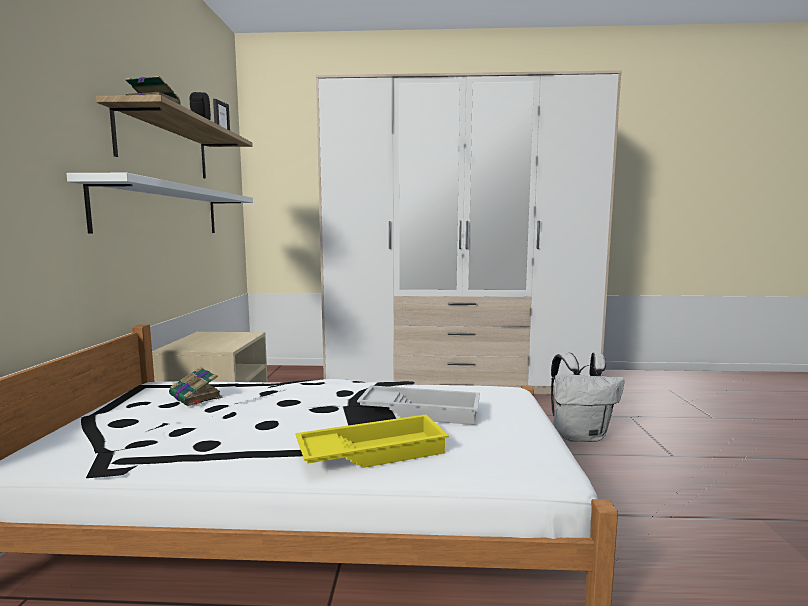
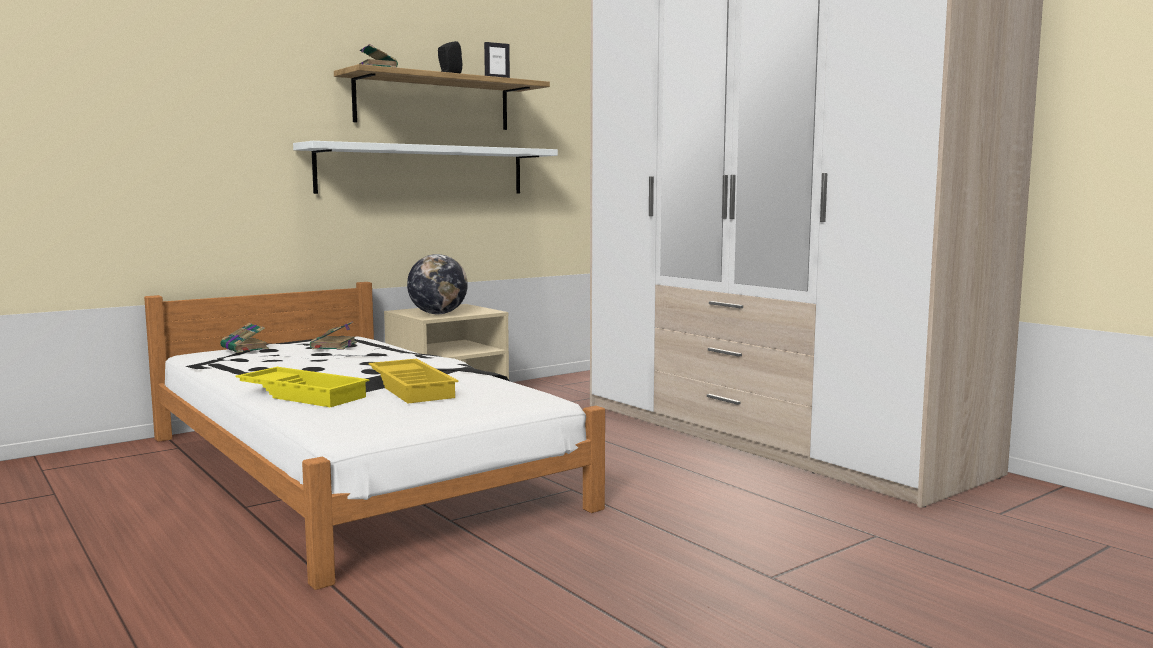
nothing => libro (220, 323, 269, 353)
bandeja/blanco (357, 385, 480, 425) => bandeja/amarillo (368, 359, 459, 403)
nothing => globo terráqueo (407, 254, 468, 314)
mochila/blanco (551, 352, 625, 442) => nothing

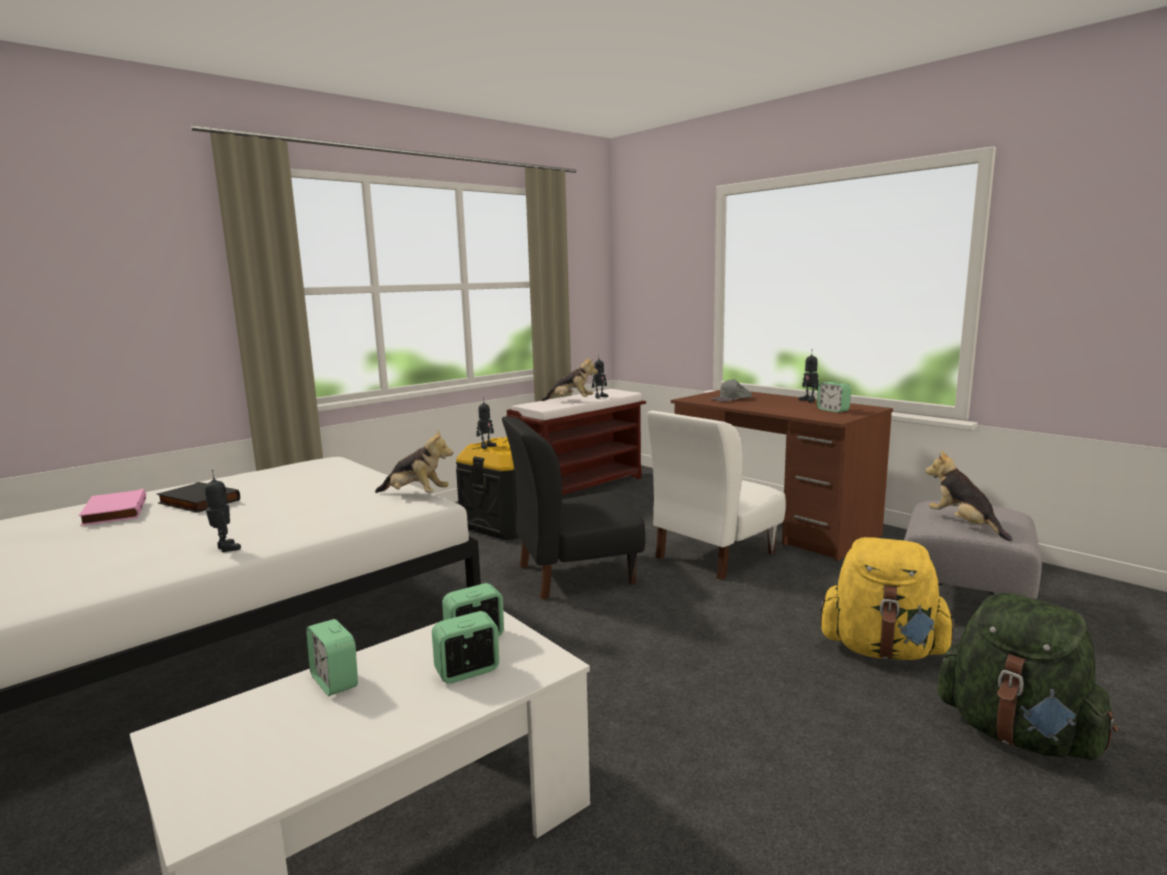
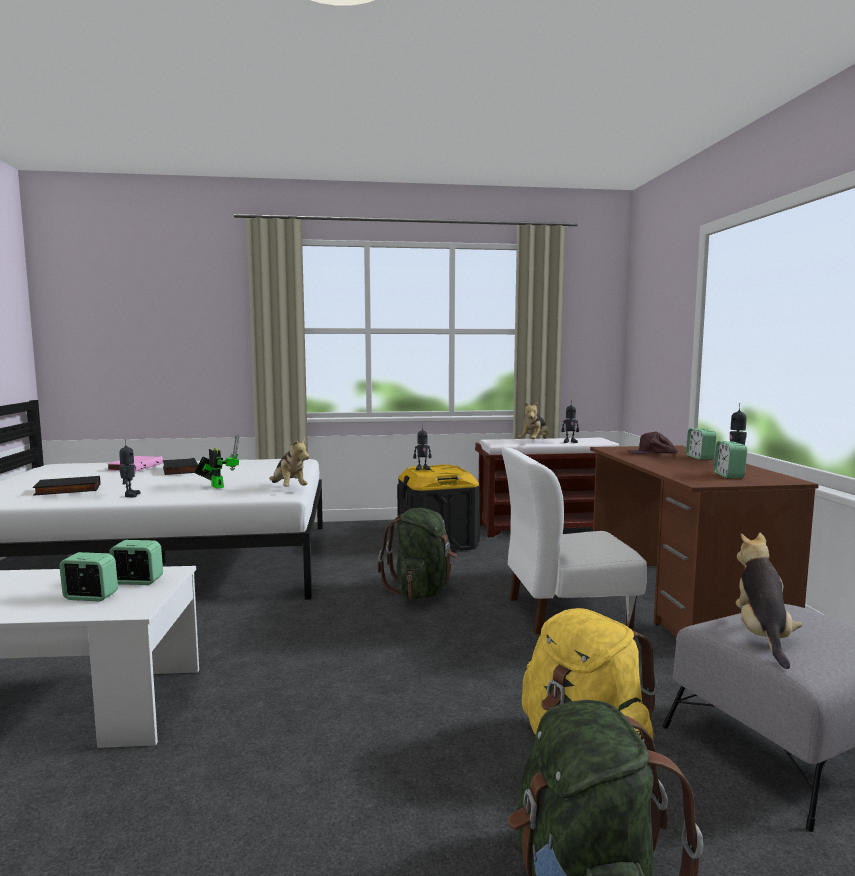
nothing => libro/negro (33, 476, 100, 496)
nothing => robot de juguete (194, 434, 239, 489)
silla/negro (502, 416, 645, 599) => mochila/verde (377, 508, 457, 599)
peluche (541, 357, 598, 401) => peluche (519, 402, 549, 439), 75 degrees clockwise
gorra/gris (711, 379, 752, 402) => gorra/marrón (627, 431, 678, 454)
despertador (306, 619, 358, 696) => despertador (686, 428, 717, 460), shifted

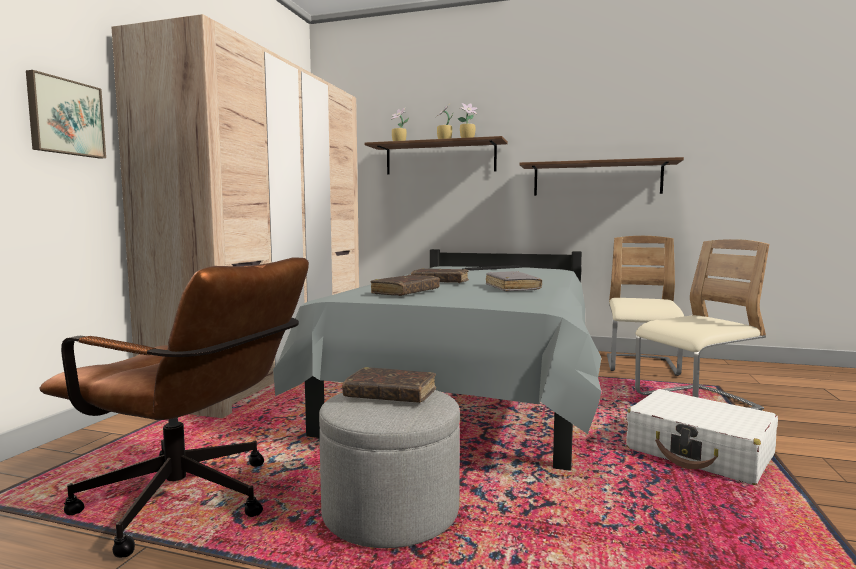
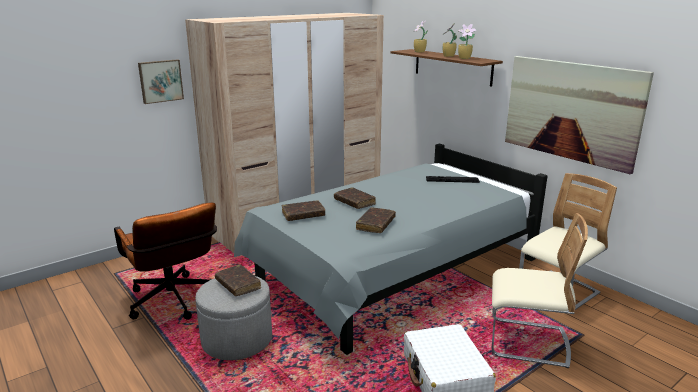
libro/gris (486, 271, 542, 292) => libro/marrón (356, 207, 396, 233)
estante (520, 157, 684, 196) => cuadro (505, 56, 654, 174)

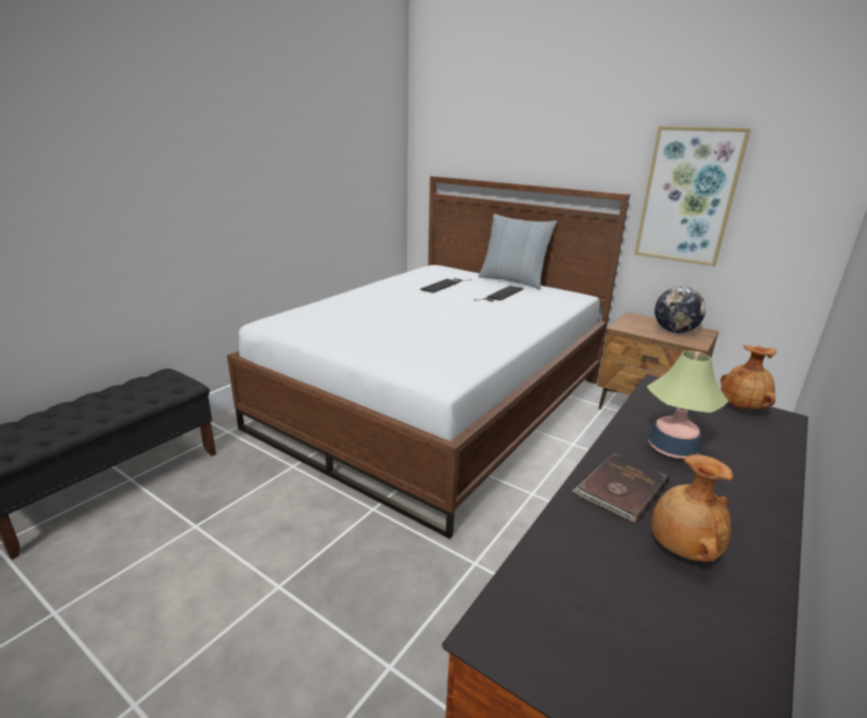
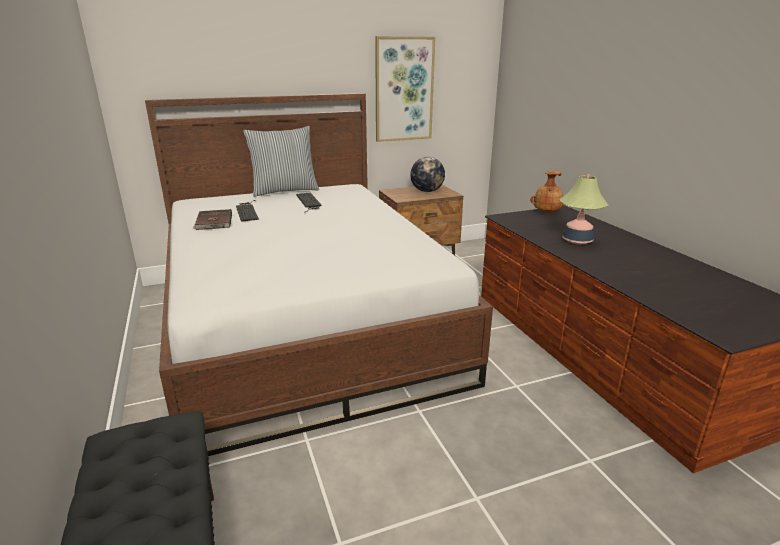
libro/marrón (572, 453, 669, 525) => libro/marrón (193, 209, 232, 230), shifted
florero/marrón (651, 454, 733, 562) => nothing

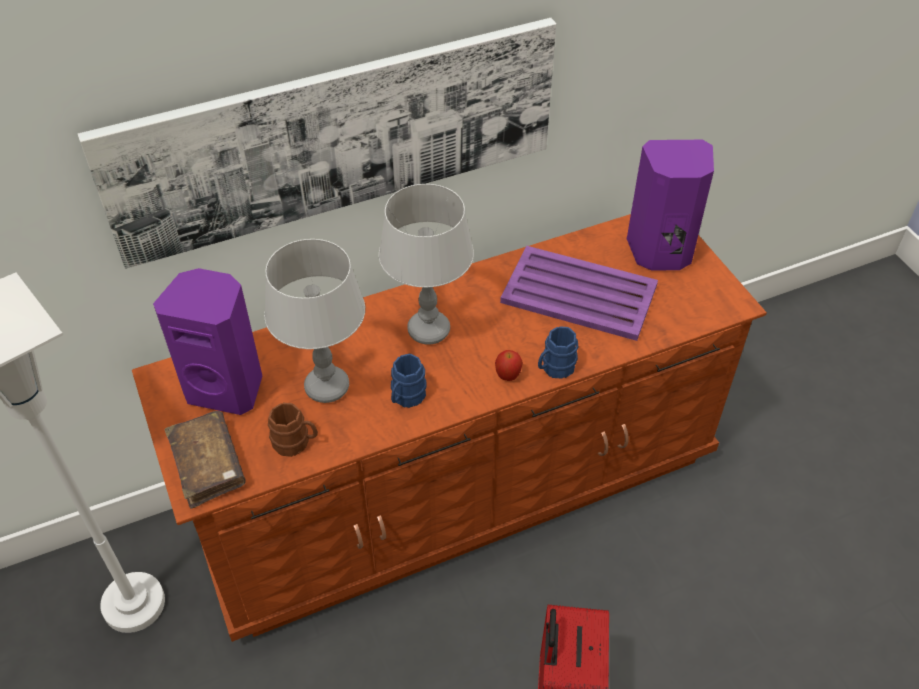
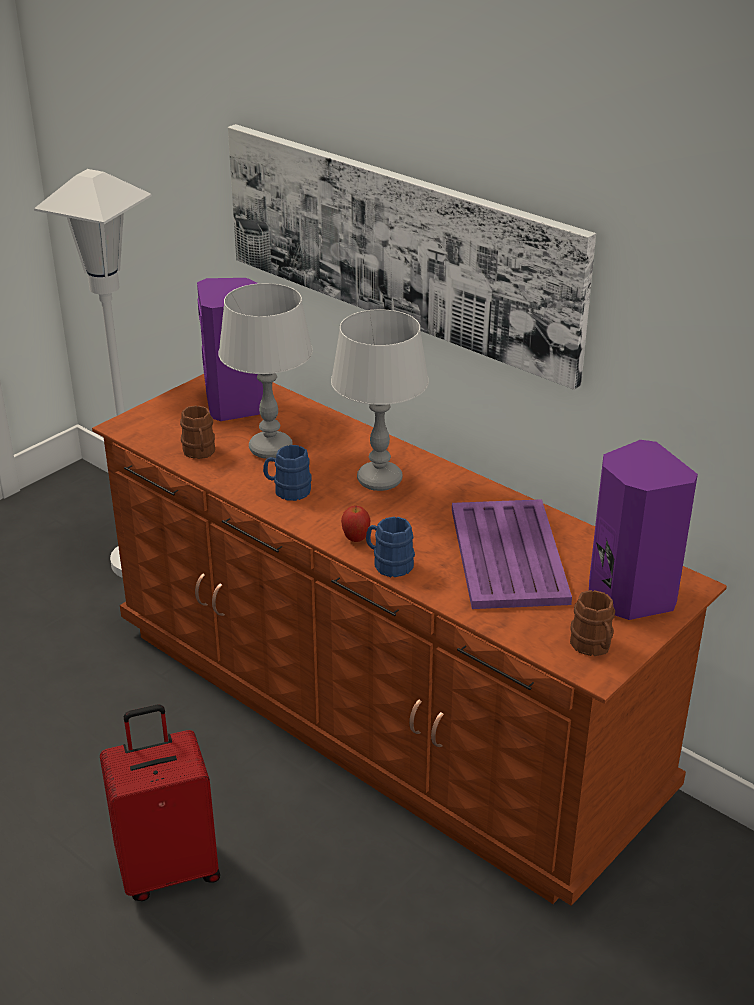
nothing => taza grande/marrón (570, 590, 615, 656)
libro/marrón (165, 411, 246, 509) => nothing

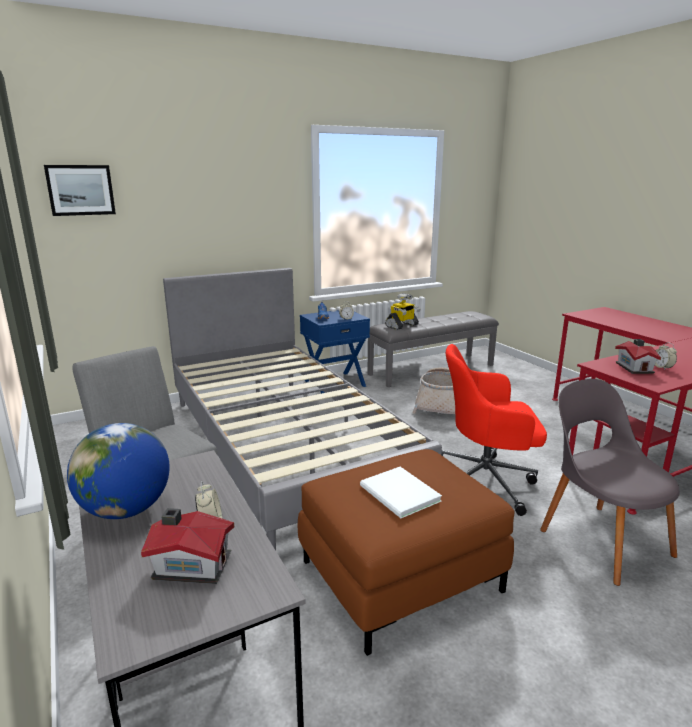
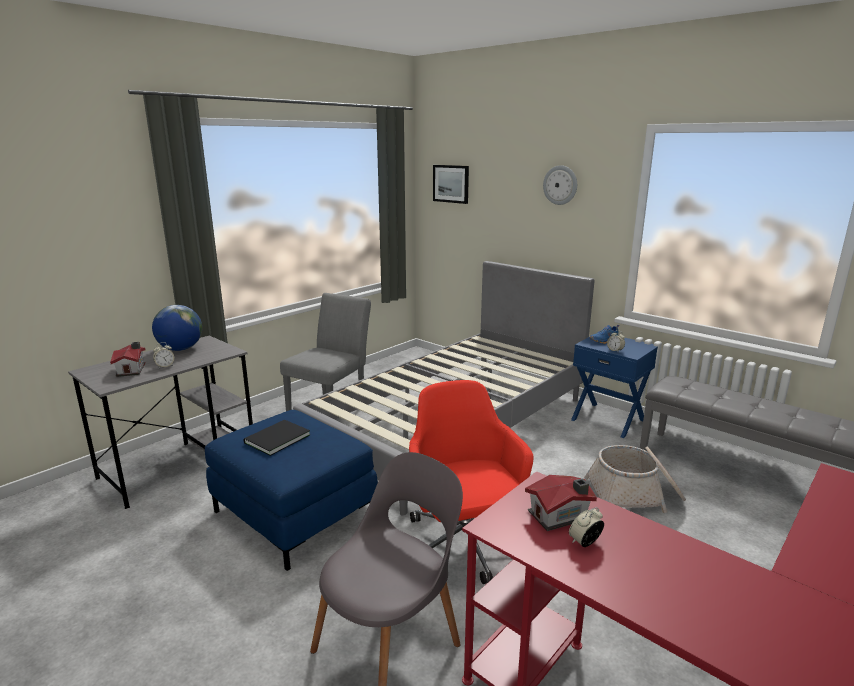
puf/marrón (298, 449, 515, 656) => puf/azul (205, 410, 378, 571)
libro/blanco (360, 467, 442, 518) => libro/negro (243, 420, 310, 456)
nothing => reloj de pared (543, 165, 577, 205)
robot de juguete (385, 293, 421, 330) => nothing

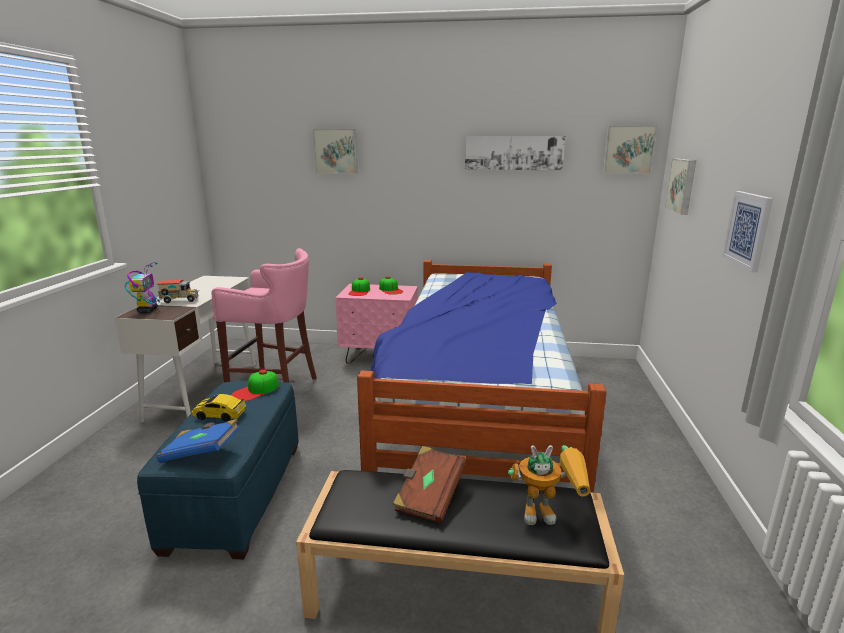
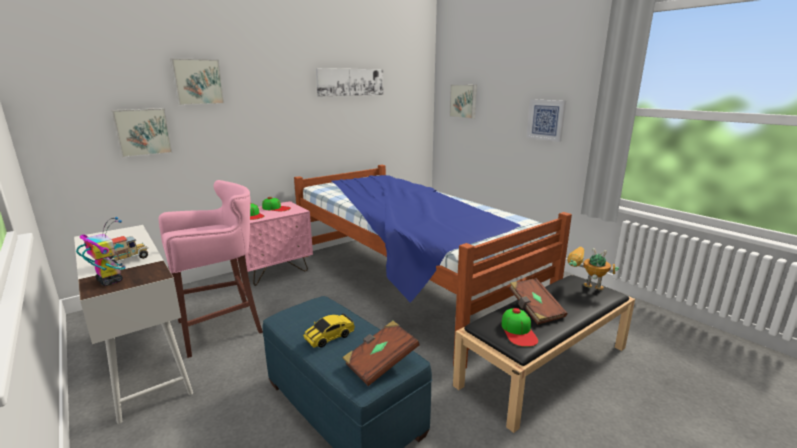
cuadro (603, 126, 657, 174) => cuadro (112, 108, 173, 157), shifted
libro/azul (156, 419, 240, 463) => libro/marrón (343, 321, 420, 386)
gorra (231, 370, 279, 401) => gorra (501, 308, 538, 347), shifted
robot de juguete (508, 445, 590, 525) => robot de juguete (567, 247, 619, 290), 105 degrees counterclockwise

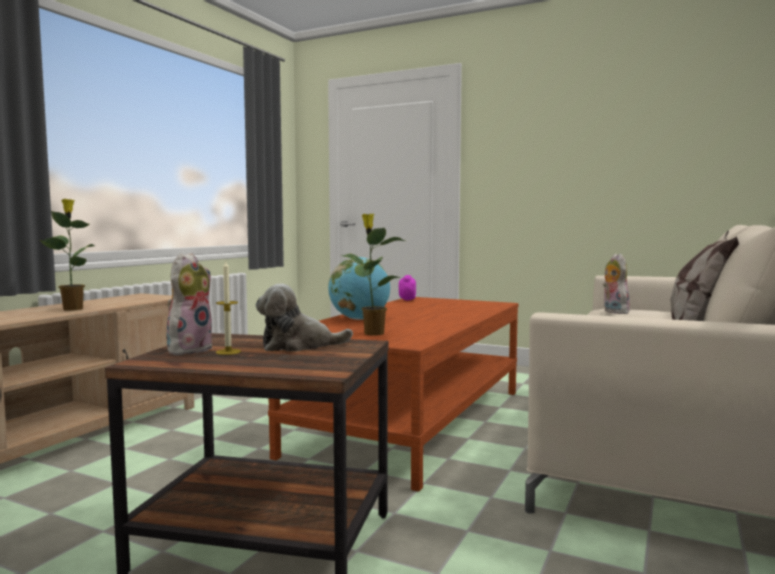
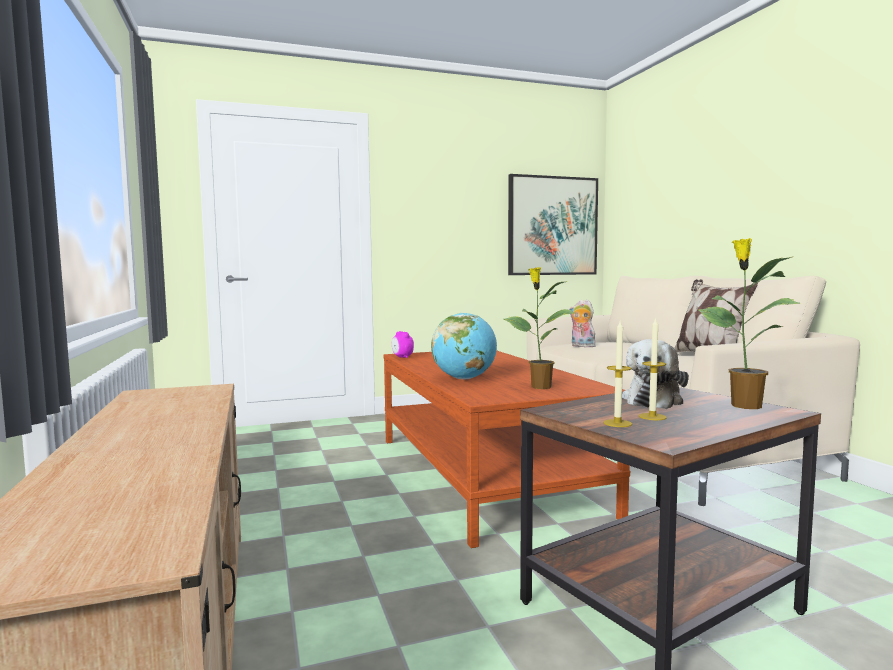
nothing => cuadro (508, 174, 598, 275)
peluche (166, 253, 213, 355) => vela (603, 321, 632, 427)
planta en maceta (40, 199, 94, 311) => planta en maceta (699, 238, 800, 409), shifted

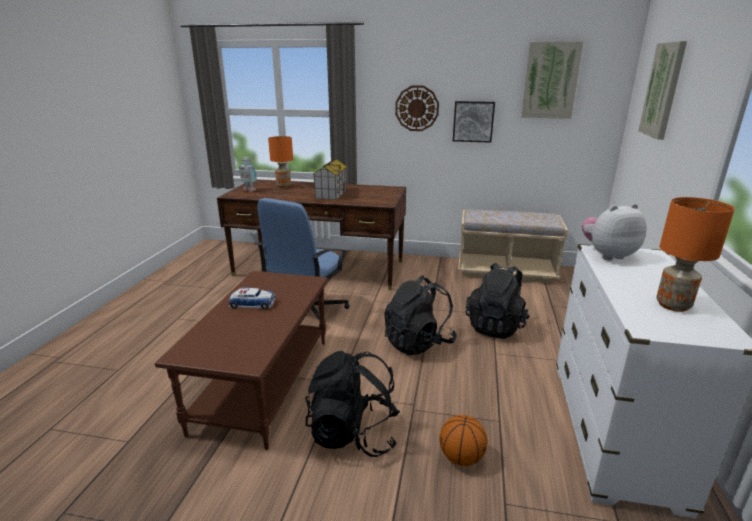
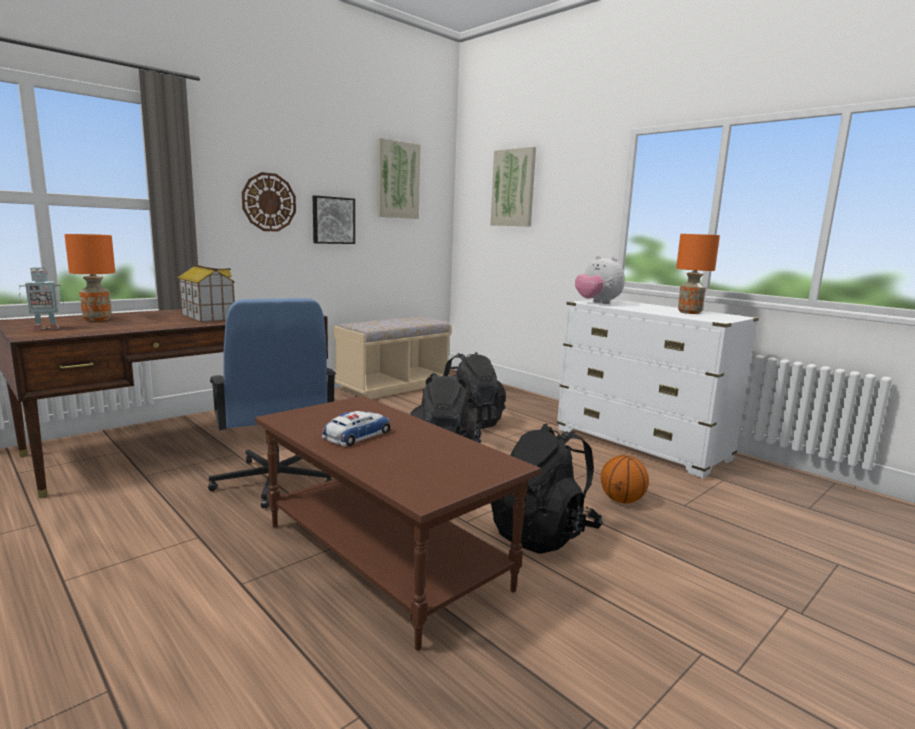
peluche (582, 203, 647, 261) => peluche (575, 256, 625, 304), 60 degrees counterclockwise

